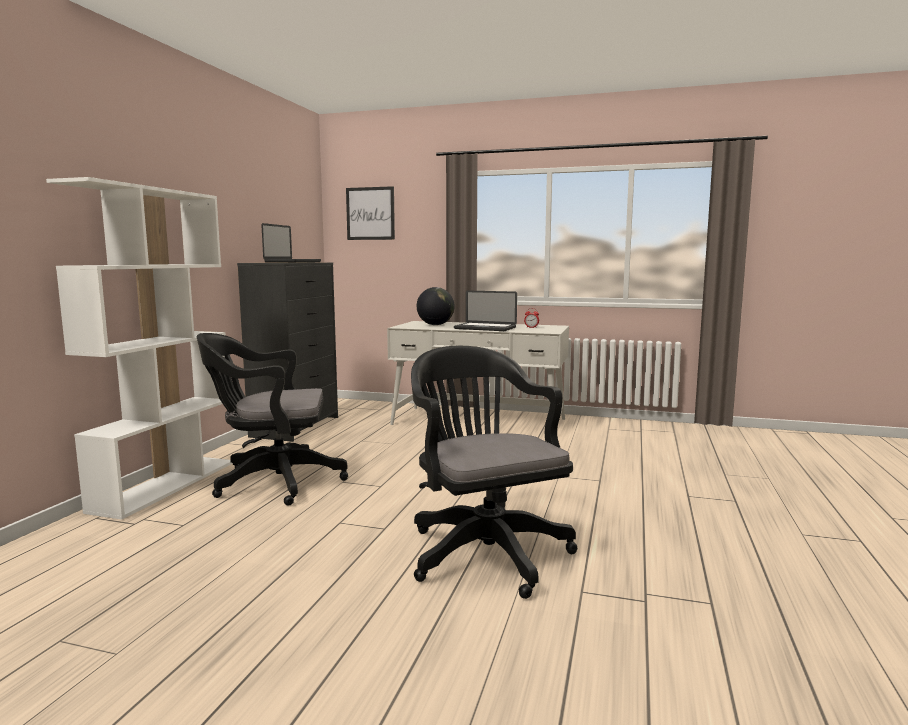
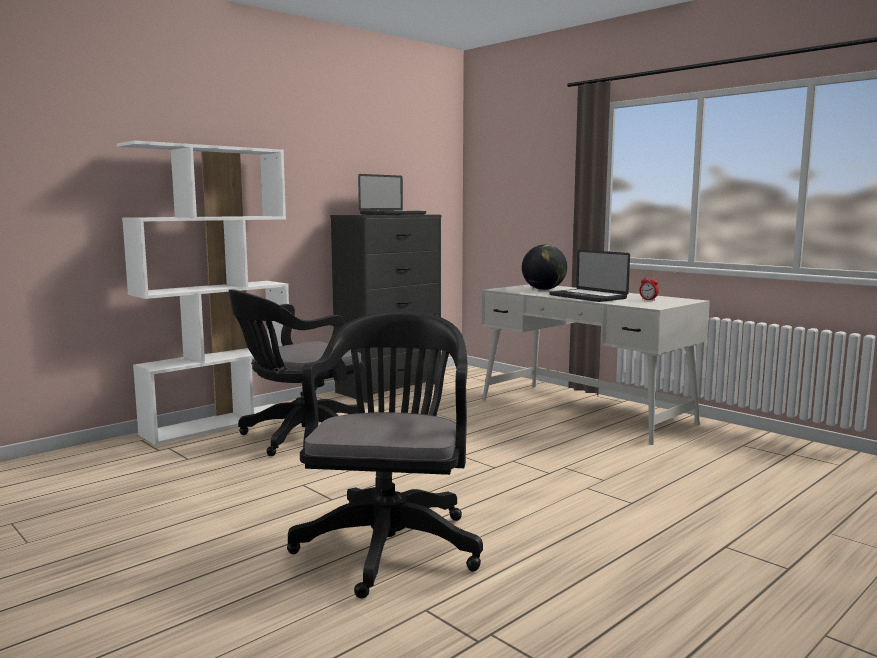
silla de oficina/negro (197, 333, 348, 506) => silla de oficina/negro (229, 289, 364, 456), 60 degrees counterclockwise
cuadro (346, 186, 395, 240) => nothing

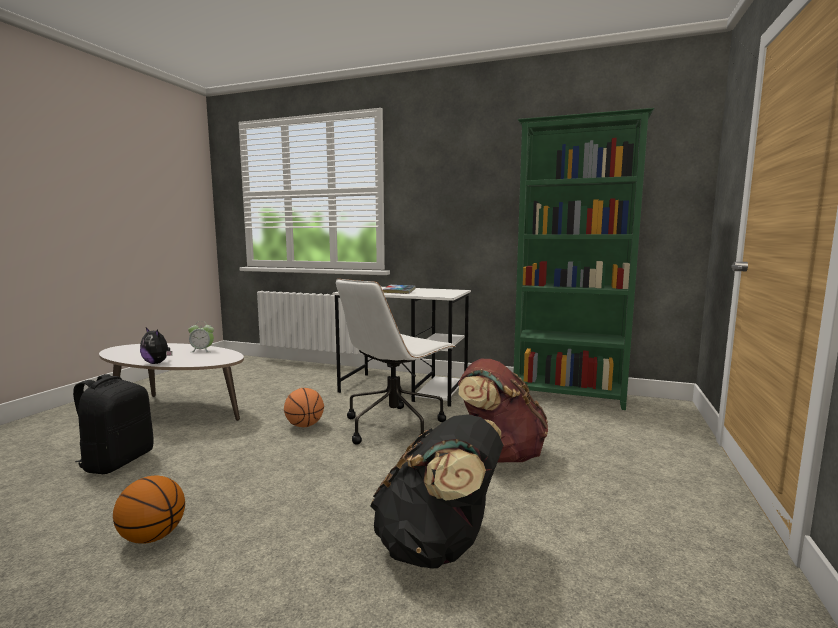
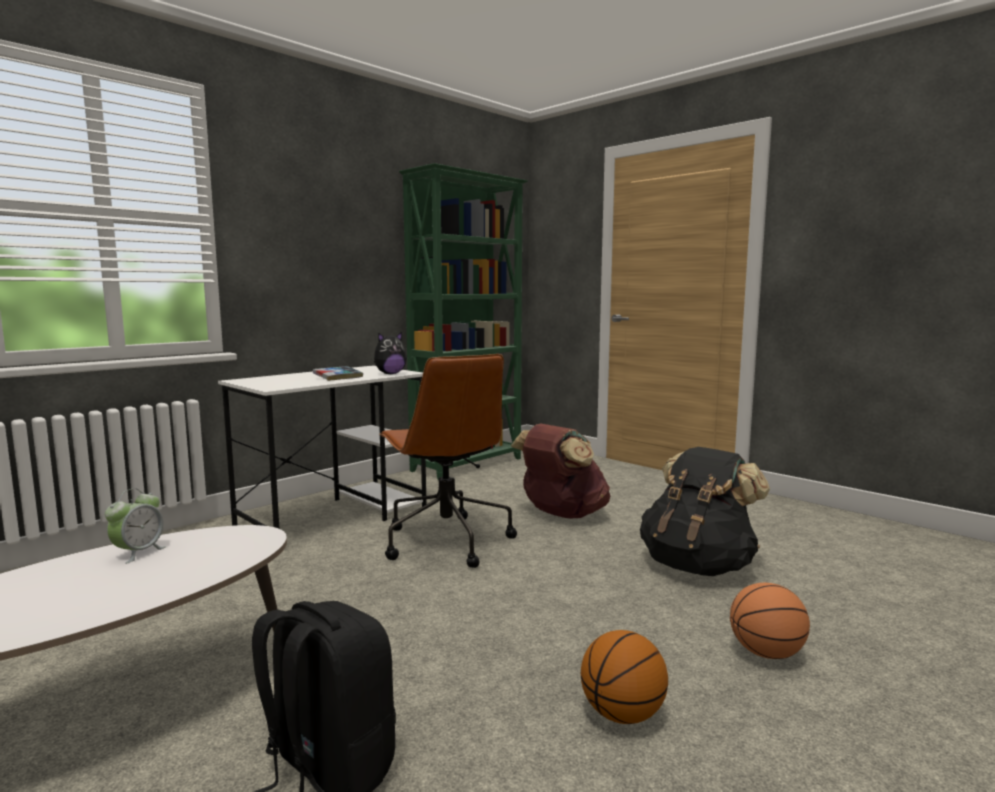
peluche (140, 328, 172, 364) => peluche (374, 332, 407, 374), shifted
silla de oficina/blanco (336, 279, 455, 445) => silla de oficina/marrón (379, 354, 517, 568)
balón de baloncesto (284, 388, 324, 427) => balón de baloncesto (730, 583, 810, 659), shifted

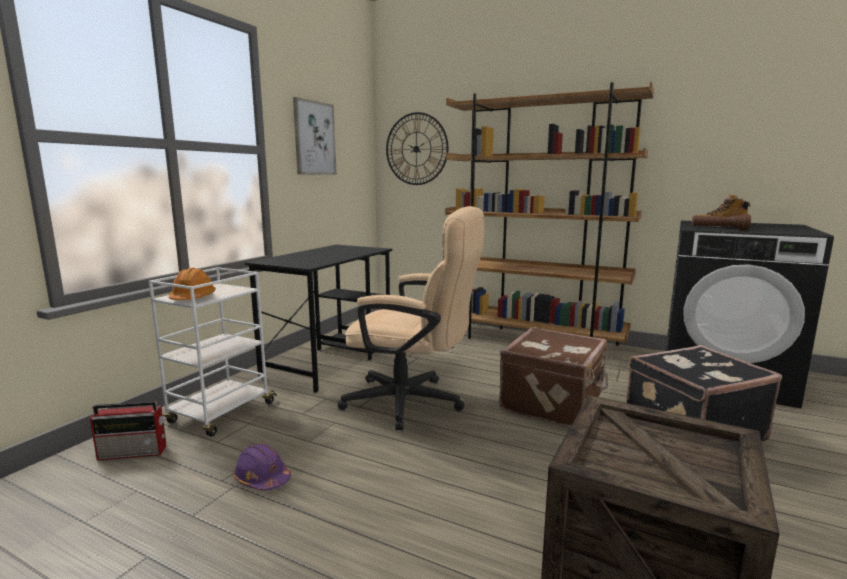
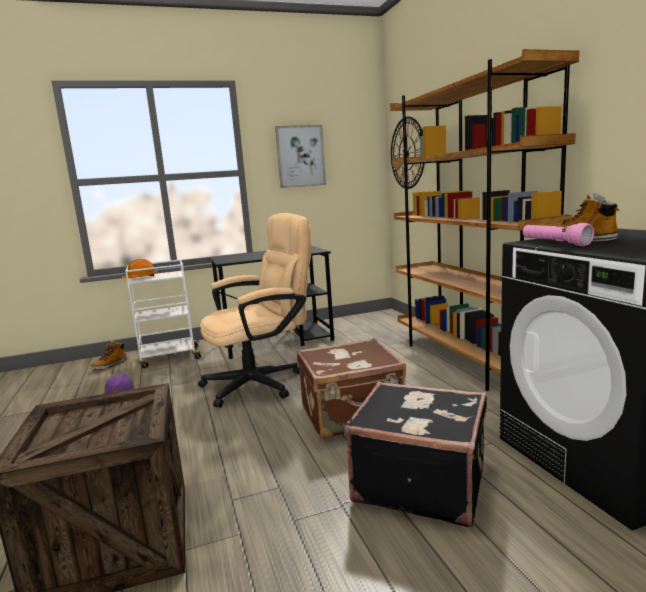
radio (90, 401, 166, 460) => bota (90, 340, 127, 370)
silla de oficina/beis (337, 206, 485, 431) => silla de oficina/beis (198, 213, 312, 408), 90 degrees counterclockwise
linterna/marrón (692, 214, 751, 230) => linterna/rosa (523, 223, 594, 246)

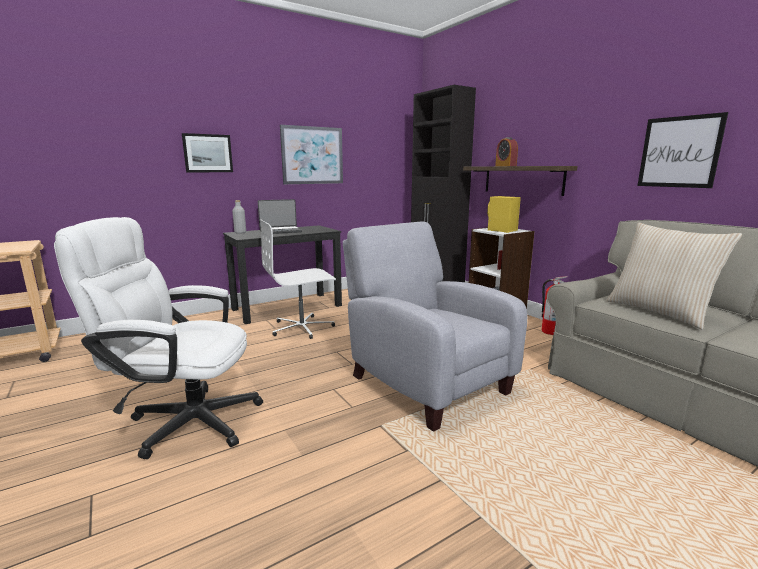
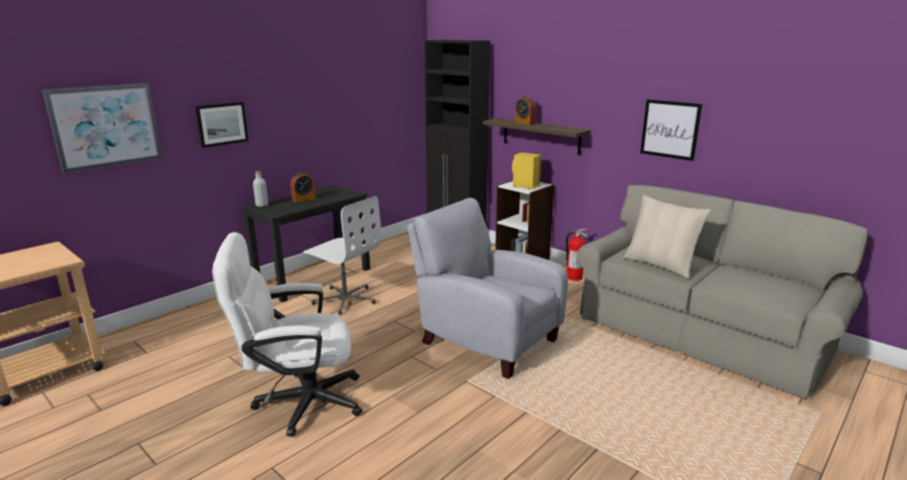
cuadro (280, 125, 343, 184) => cuadro (42, 83, 162, 173), shifted
portátil (258, 199, 302, 234) => despertador (290, 172, 316, 203)
silla de oficina/blanco (261, 220, 336, 339) => silla de oficina/blanco (303, 196, 382, 315), 105 degrees counterclockwise

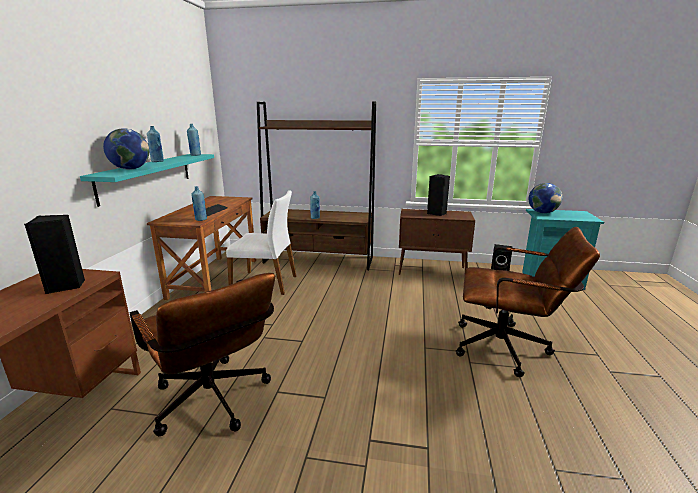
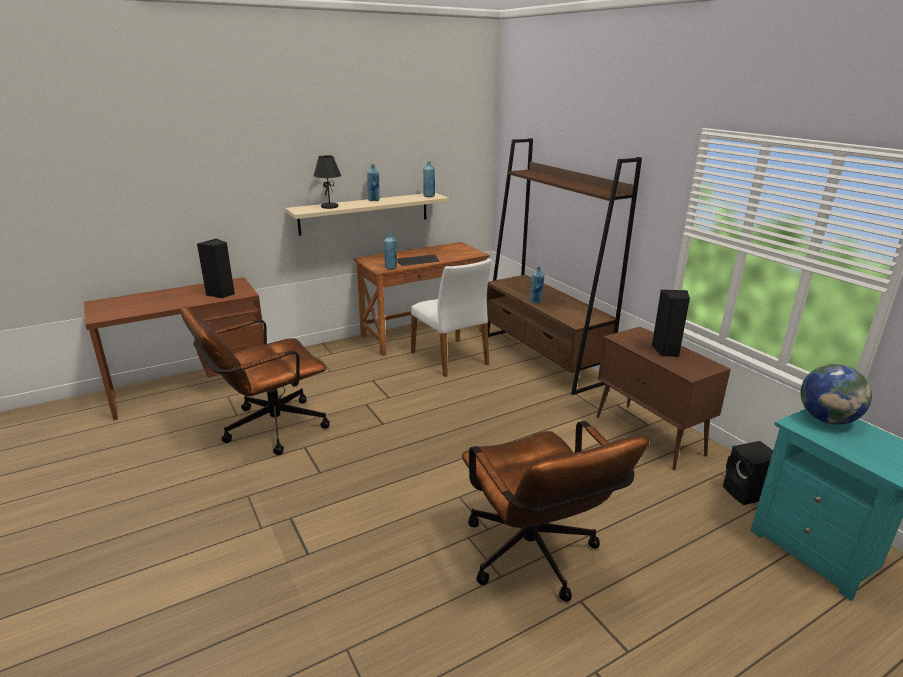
silla de oficina/marrón (130, 273, 275, 436) => silla de oficina/marrón (180, 307, 330, 455), 45 degrees clockwise
estante/turquesa (80, 154, 214, 207) => estante/beis (285, 193, 449, 236)
globo terráqueo (103, 128, 149, 170) => lámpara de mesa/negro (313, 155, 341, 209)

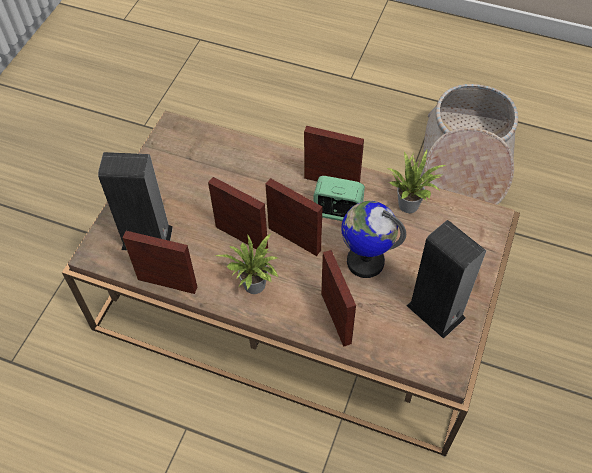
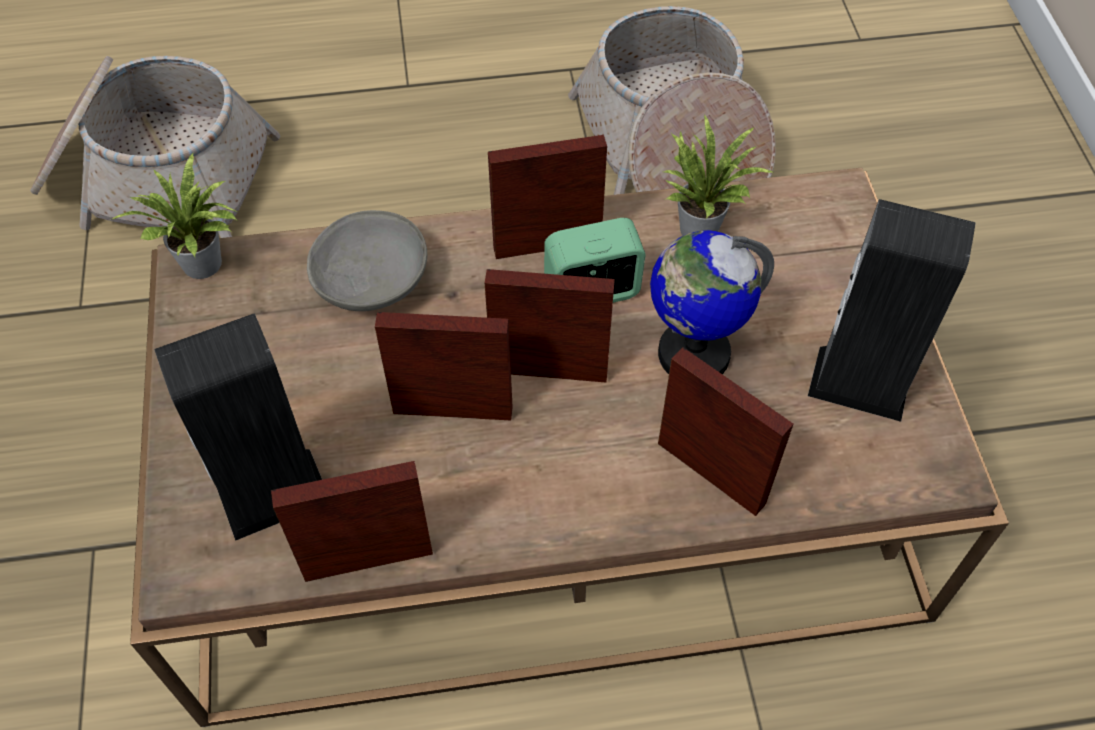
nothing => cesta (30, 56, 281, 238)
planta en maceta (216, 234, 279, 294) => planta en maceta (110, 152, 238, 279), shifted
nothing => cuenco/gris (307, 210, 427, 311)

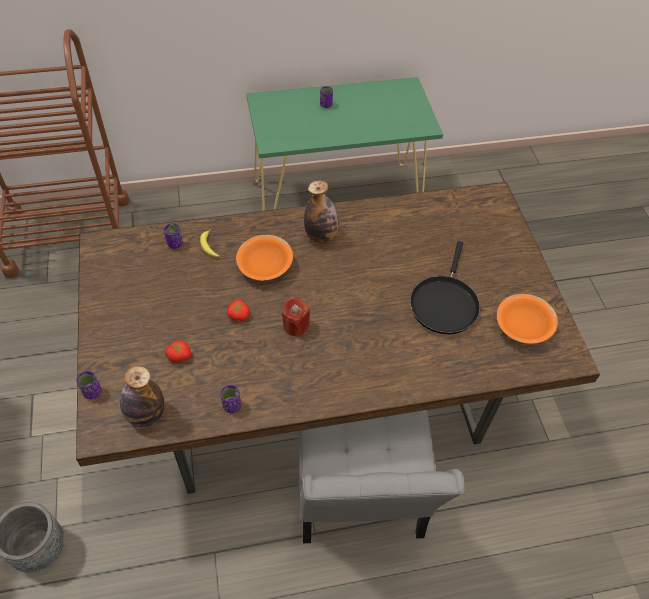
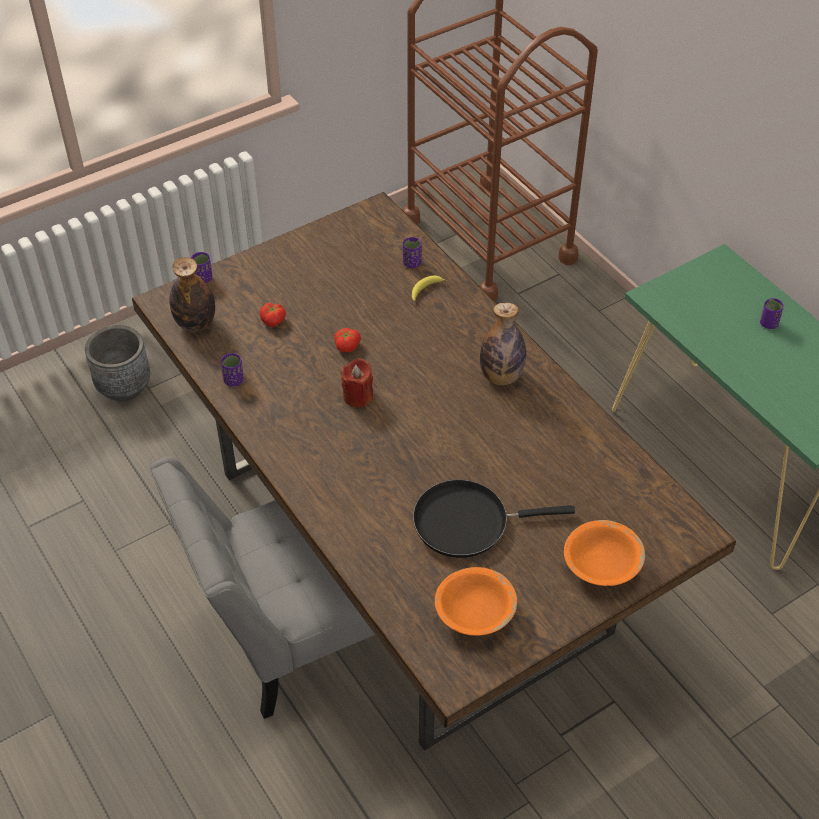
cuenco/naranja (236, 235, 293, 281) => cuenco/naranja (564, 520, 645, 586), shifted

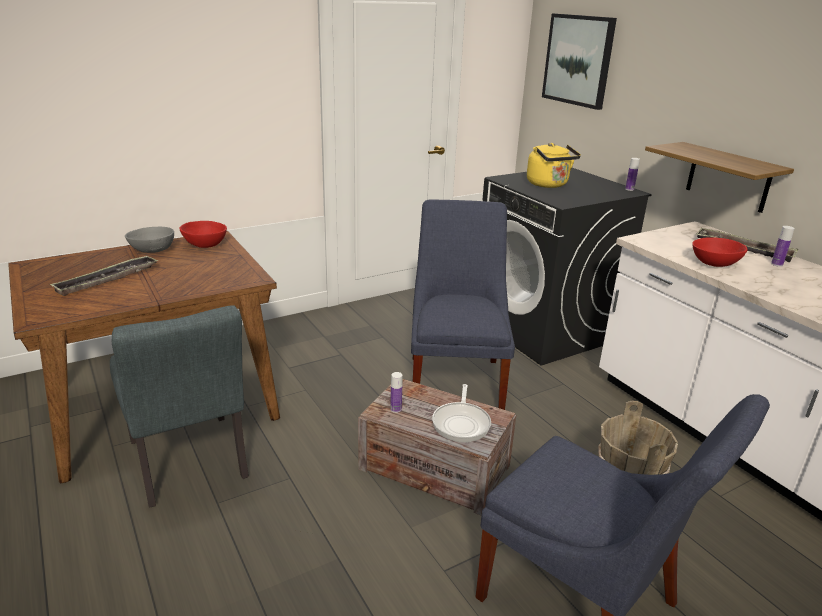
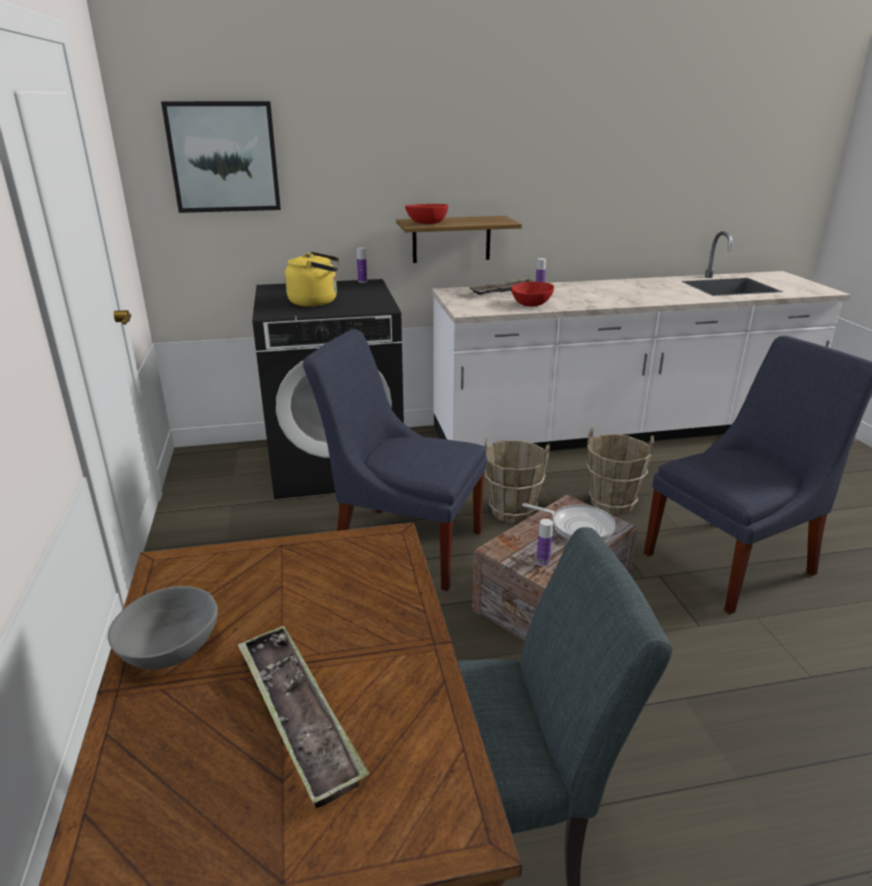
cuenco/rojo (179, 221, 227, 248) => cuenco/rojo (405, 204, 448, 224), shifted
nothing => cubo/marrón (485, 438, 550, 523)

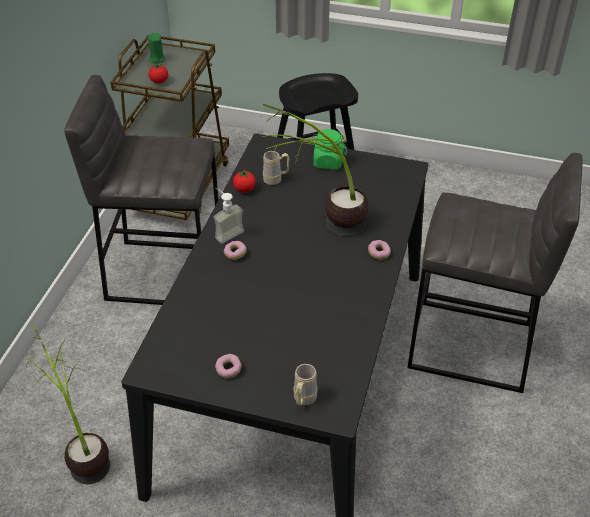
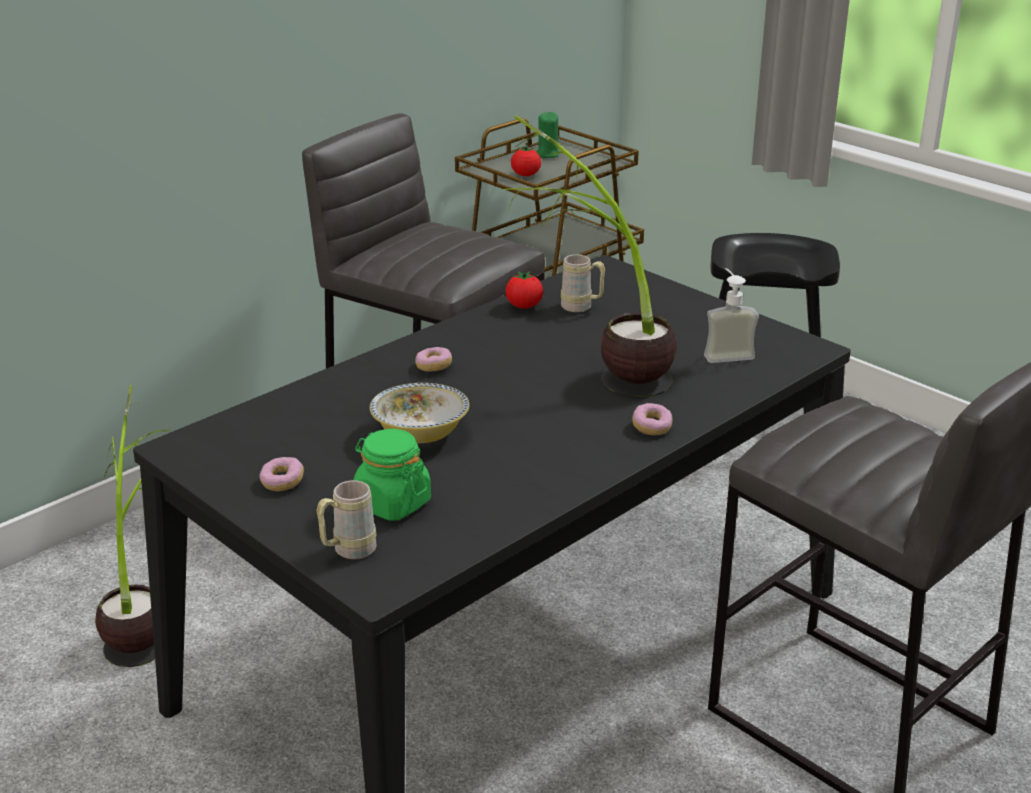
tarro/verde (310, 129, 347, 169) => tarro/verde (354, 429, 431, 521), shifted
nothing => cuenco (370, 383, 469, 443)
dispensador de jabón (213, 188, 244, 244) => dispensador de jabón (704, 268, 759, 363), shifted

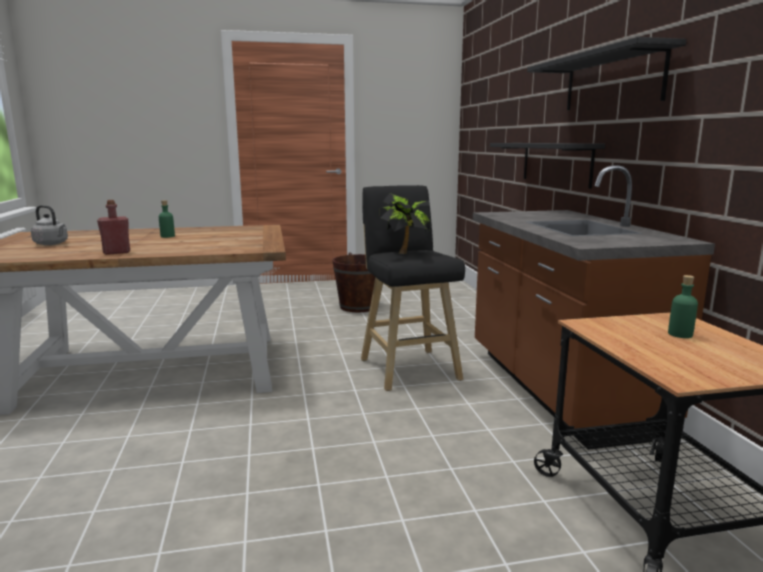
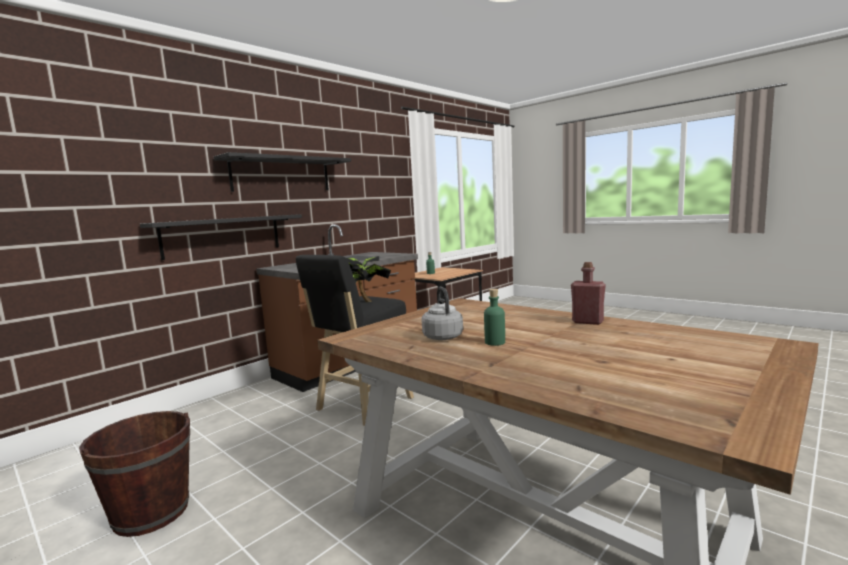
hervidor/gris (31, 205, 68, 245) => hervidor/gris (421, 287, 463, 340), shifted

